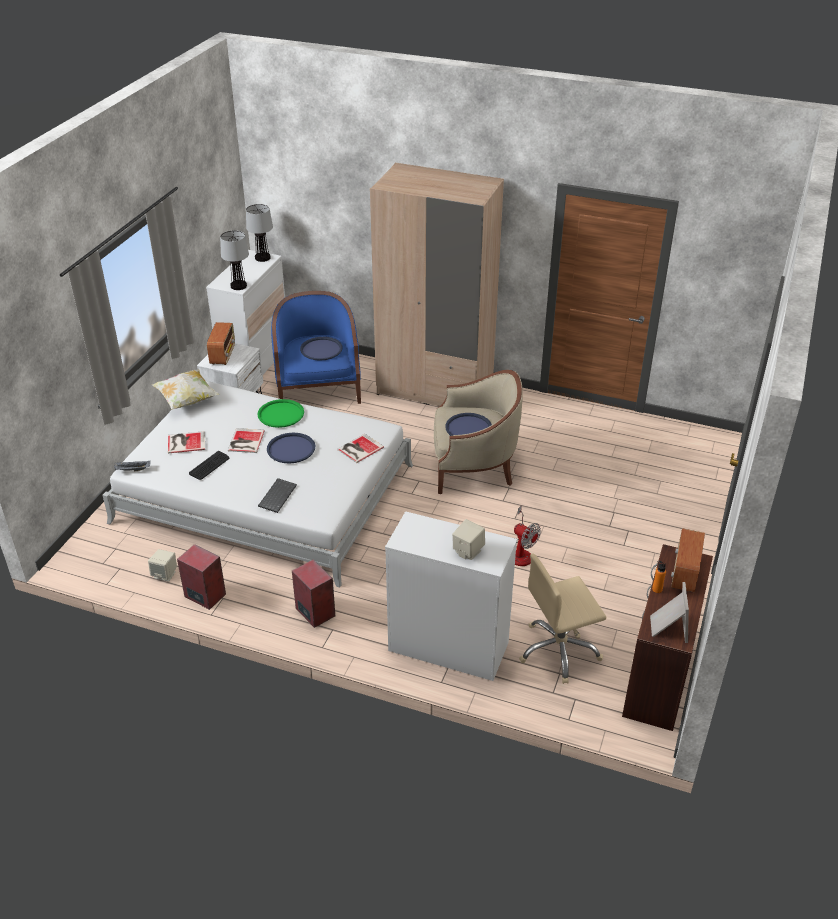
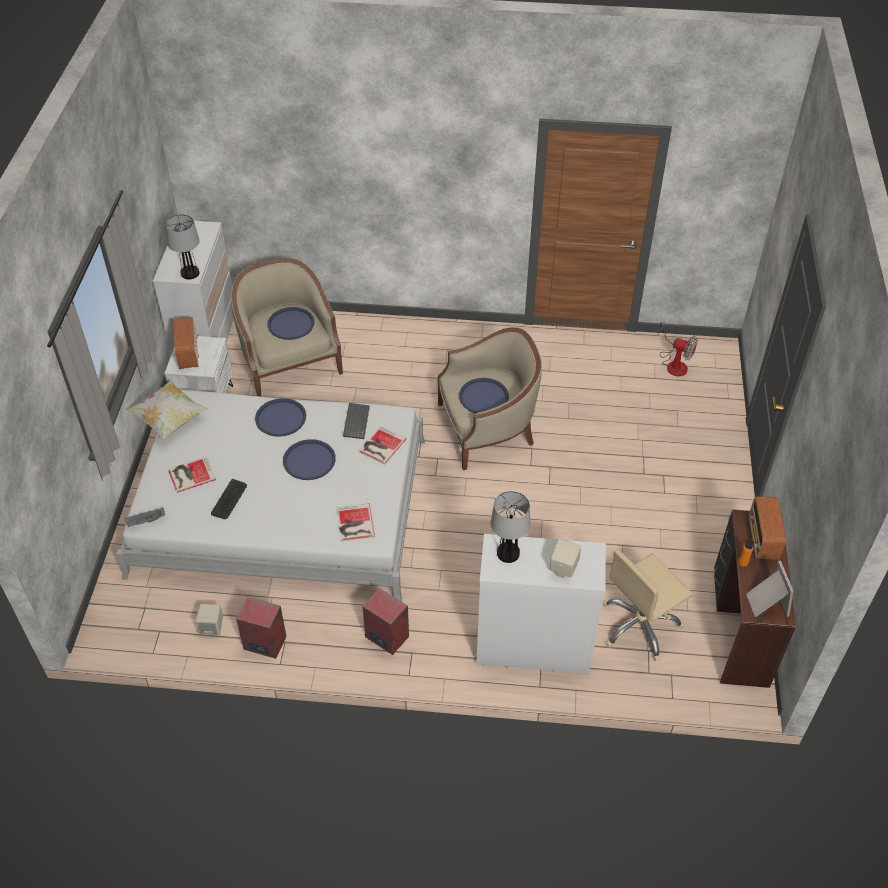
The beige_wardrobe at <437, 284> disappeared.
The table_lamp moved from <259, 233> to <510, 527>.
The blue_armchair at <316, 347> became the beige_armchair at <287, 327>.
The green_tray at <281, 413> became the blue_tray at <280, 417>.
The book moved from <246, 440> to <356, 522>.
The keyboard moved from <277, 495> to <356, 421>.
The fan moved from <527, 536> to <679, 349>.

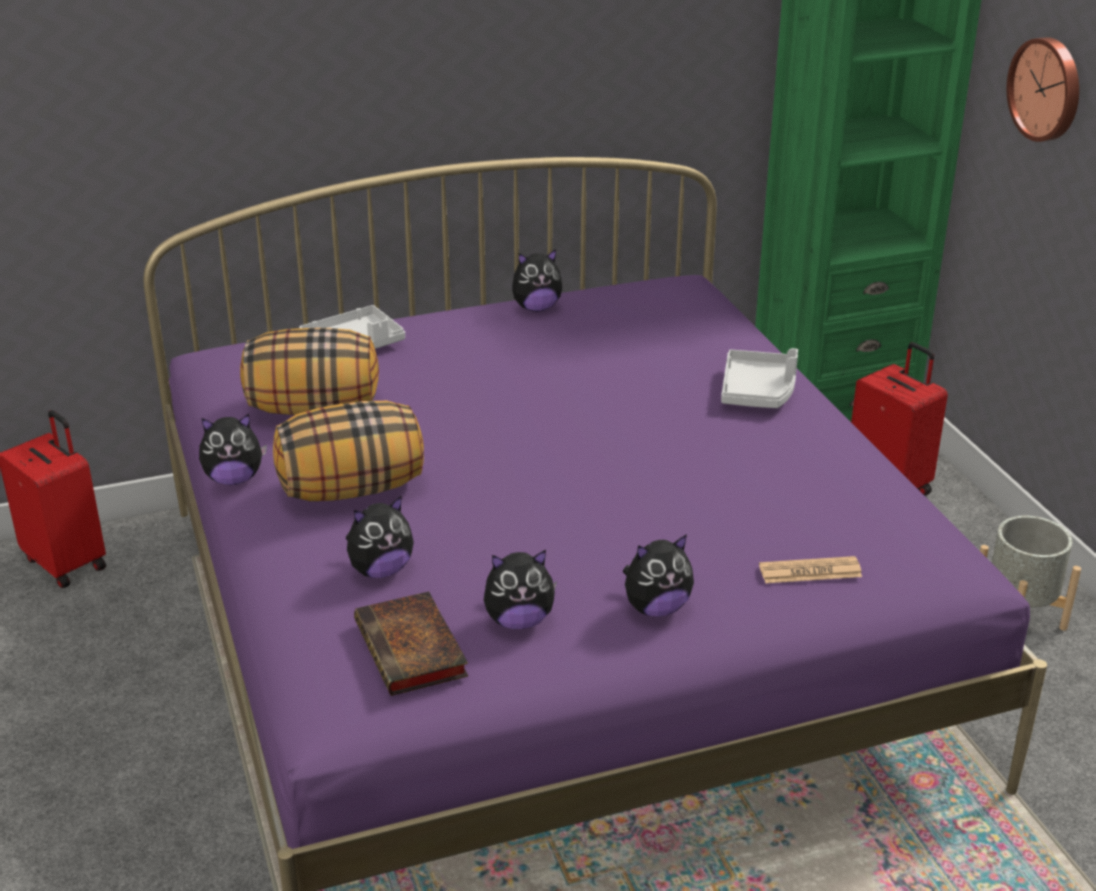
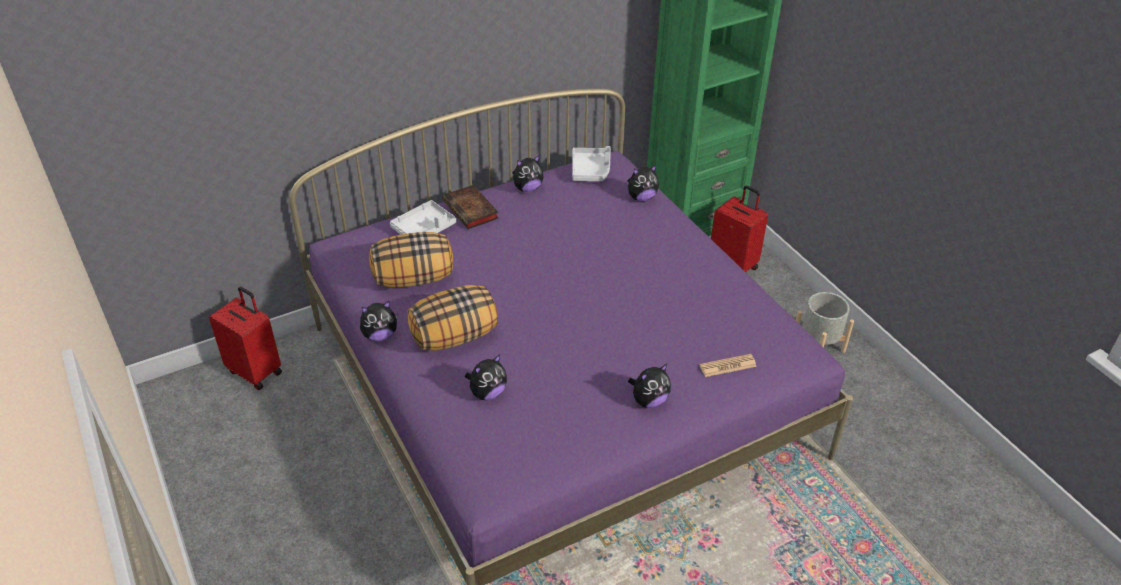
The wall_clock at <1043, 89> disappeared.
The grey_tray moved from <759, 378> to <591, 163>.
The plush_toy moved from <520, 589> to <643, 183>.
The book moved from <411, 643> to <471, 207>.

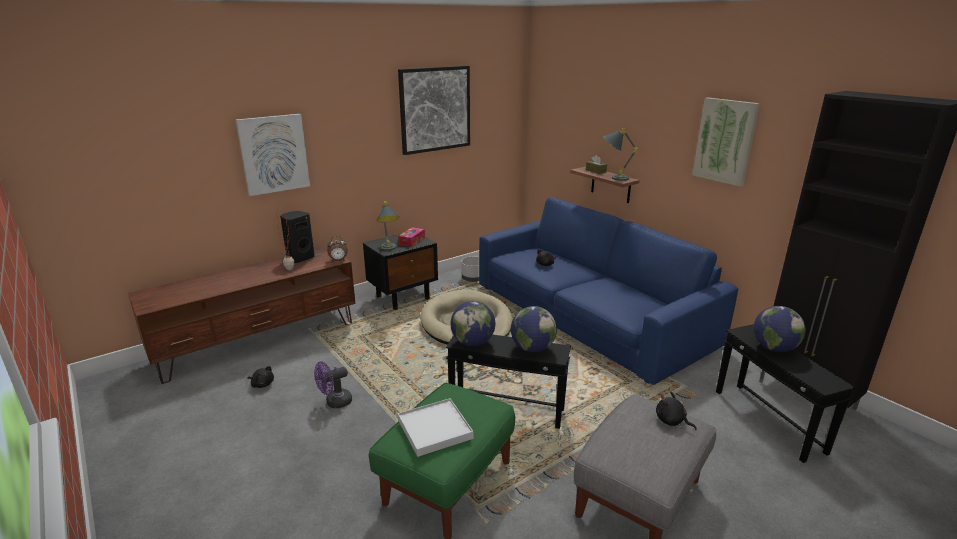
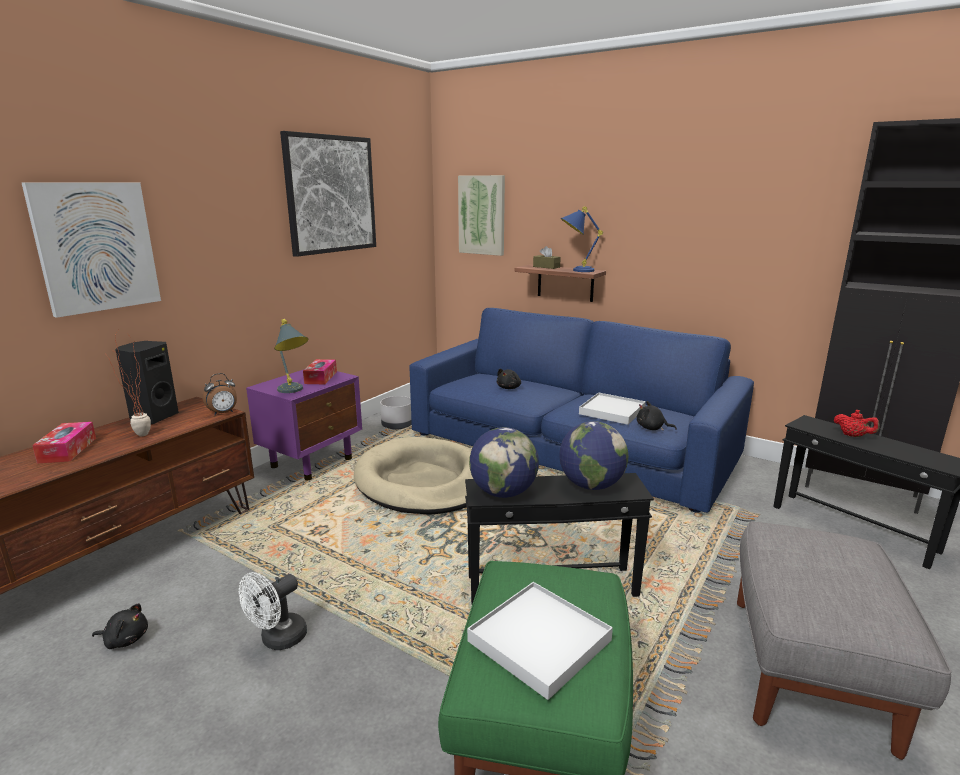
The picture moved from <726, 142> to <481, 215>.
The grey_table_lamp at <620, 154> became the blue_table_lamp at <582, 239>.
The black_nightstand at <400, 272> became the purple_nightstand at <304, 425>.
The globe at <779, 329> was replaced by the red_teapot at <856, 423>.
The purple_fan at <333, 384> became the white_fan at <272, 611>.
The black_plush_toy moved from <676, 410> to <656, 416>.
The white_tray at <612, 408> appeared.
The tissue_box at <64, 442> appeared.

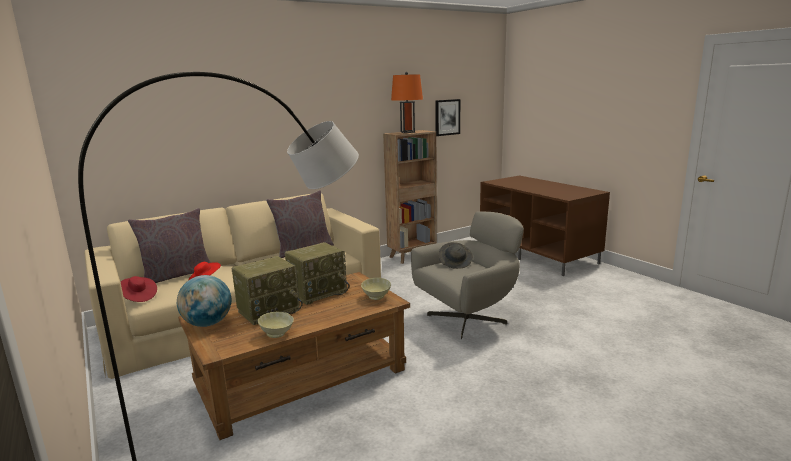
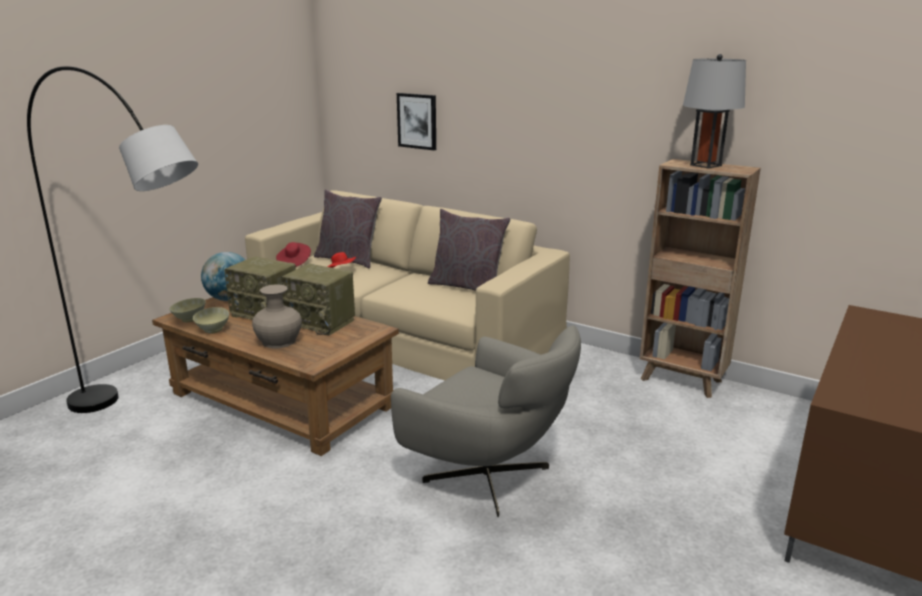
The orange_table_lamp at <407, 102> became the grey_table_lamp at <714, 111>.
The picture moved from <447, 117> to <416, 121>.
The grey_hat at <455, 255> disappeared.
The beige_bowl moved from <376, 289> to <187, 310>.
The beige_vase at <277, 316> appeared.

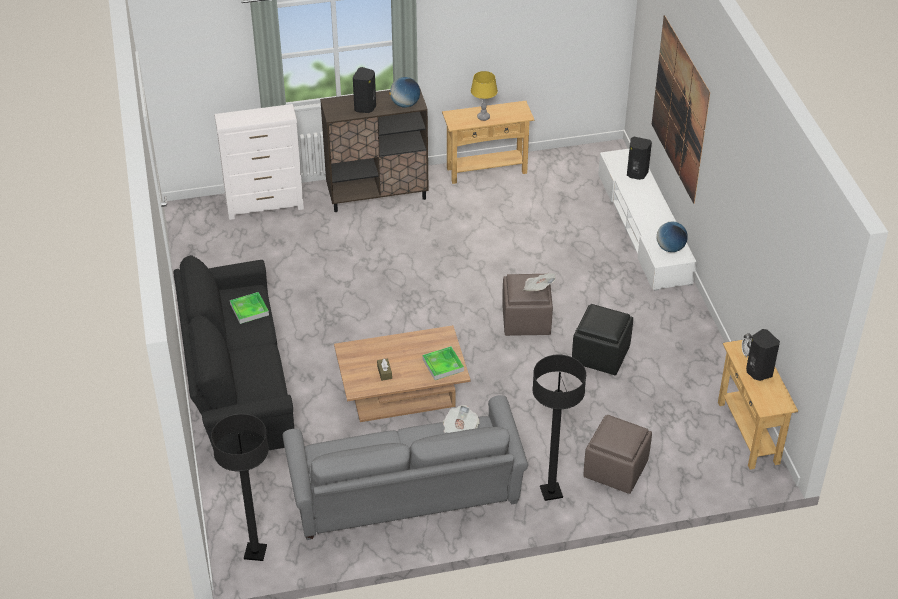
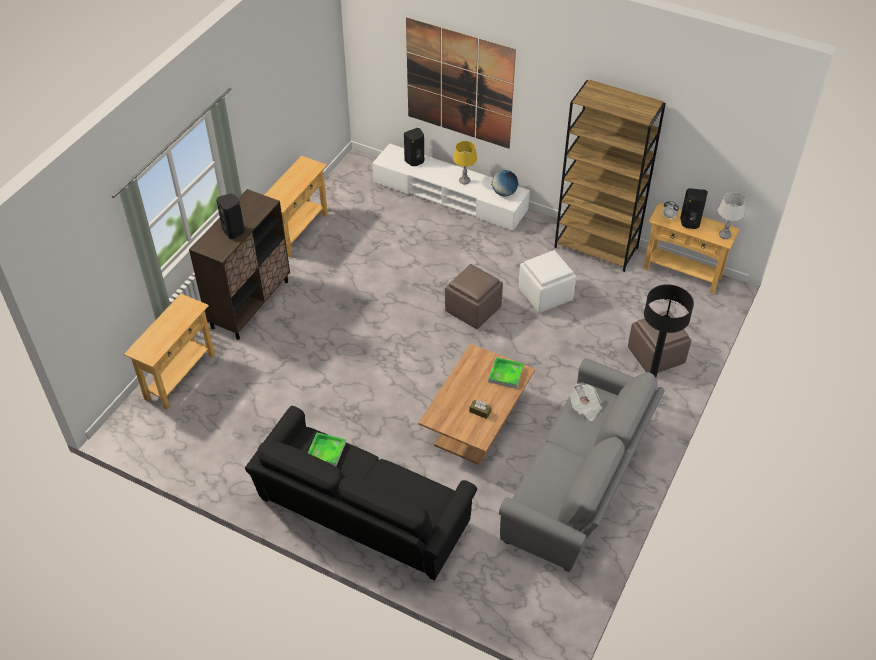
The yellow_table_lamp moved from <484, 96> to <465, 163>.
The globe at <404, 92> disappeared.
The white_dresser at <259, 162> was replaced by the beige_console_table at <169, 352>.
The newspaper at <539, 282> disappeared.
The black_ottoman at <602, 339> became the white_ottoman at <547, 281>.
The black_floor_lamp at <240, 487> disappeared.
The brown_bookcase at <610, 176> appeared.
The grey_table_lamp at <732, 215> appeared.

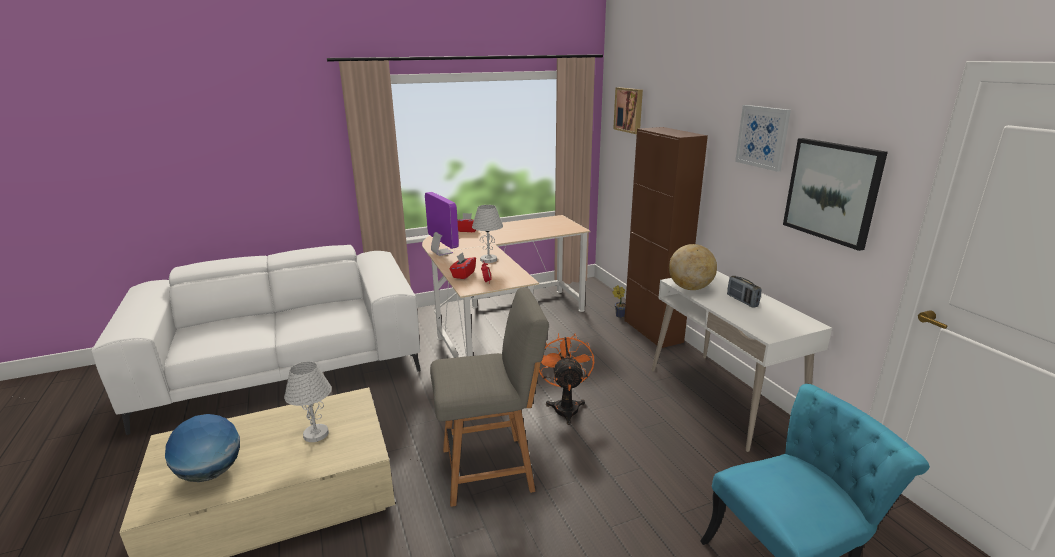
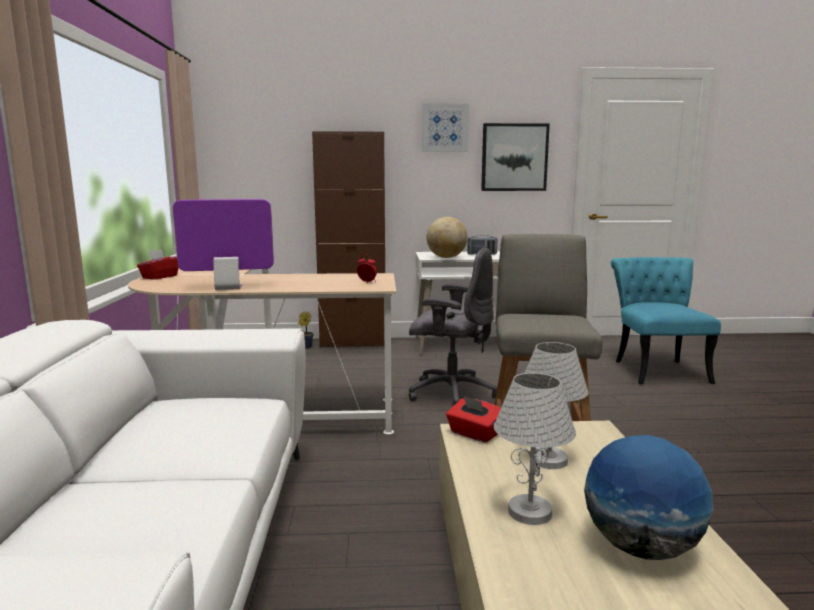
The picture at <628, 110> disappeared.
The white_table_lamp moved from <487, 234> to <535, 449>.
The red_tissue_box moved from <463, 265> to <473, 419>.
The orange_fan at <566, 379> was replaced by the grey_office_chair at <453, 326>.

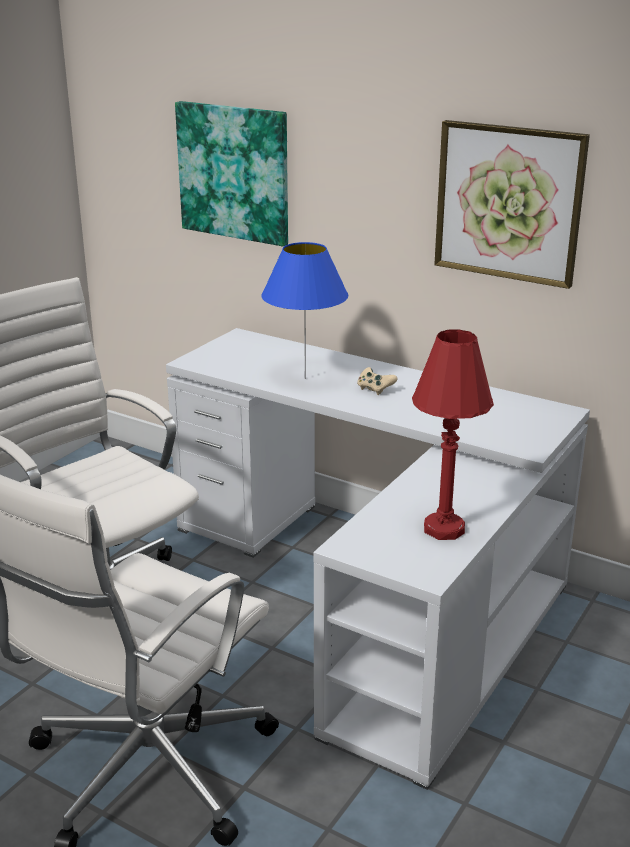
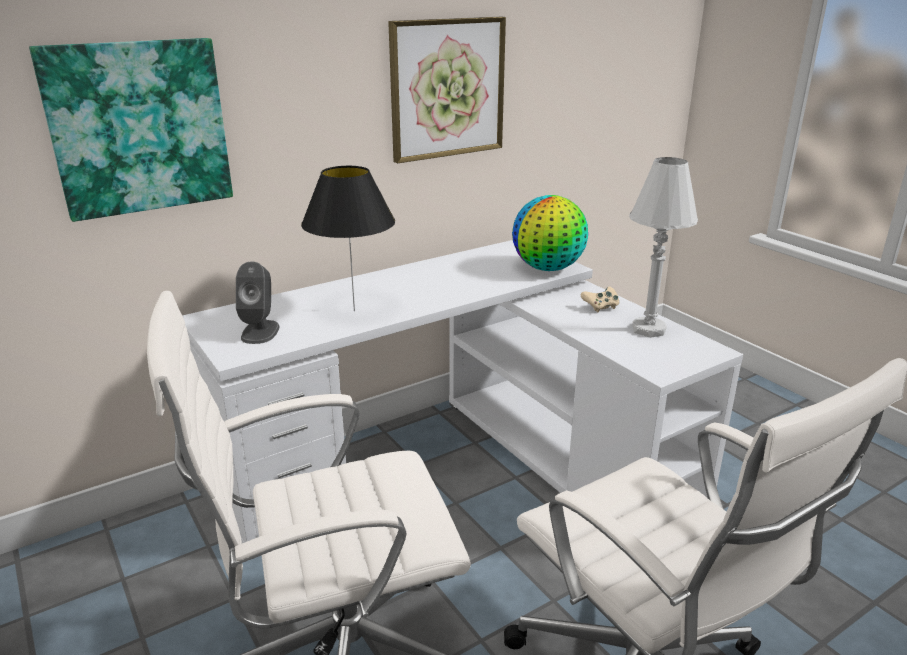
The blue_table_lamp at <304, 310> became the black_table_lamp at <348, 238>.
The red_table_lamp at <453, 434> became the white_table_lamp at <663, 247>.
The beige_game_controller moved from <377, 381> to <600, 300>.
The globe at <550, 233> appeared.
The grey_speaker at <258, 303> appeared.

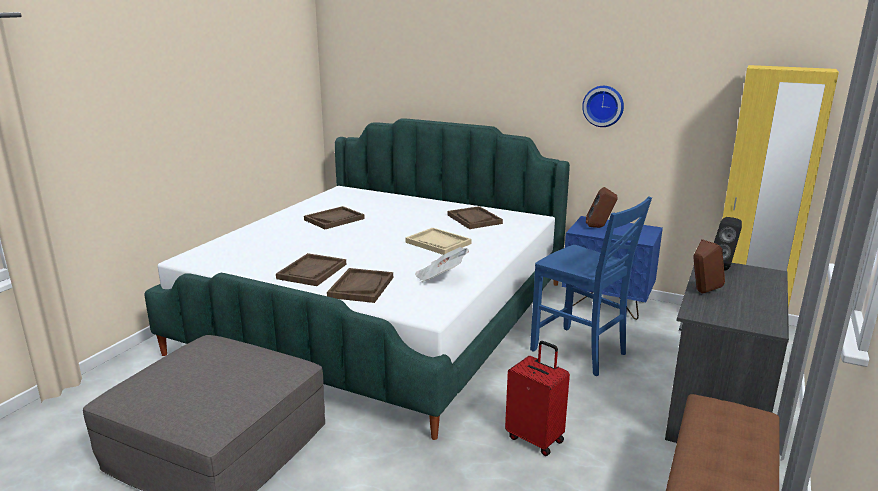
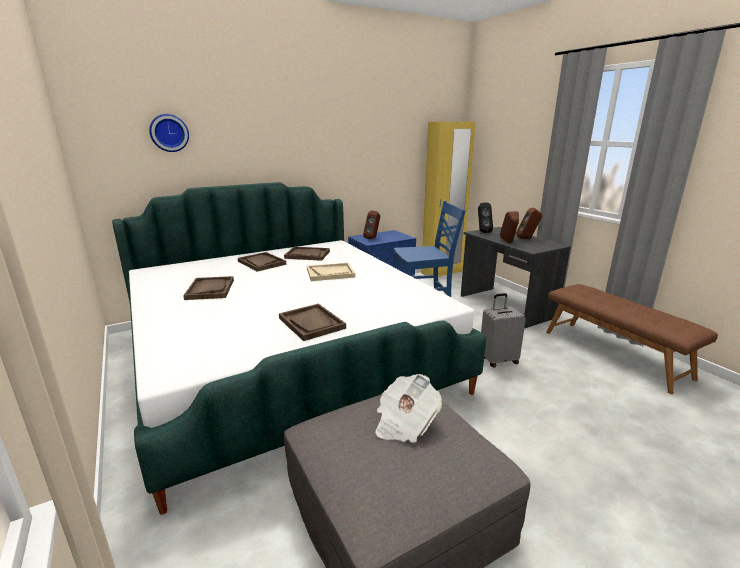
The wall_clock moved from <603, 106> to <169, 133>.
The newspaper moved from <442, 264> to <408, 408>.
The brown_tray moved from <360, 285> to <262, 262>.
The red_suitcase at <537, 398> became the grey_suitcase at <503, 330>.
The brown_speaker at <530, 223> appeared.

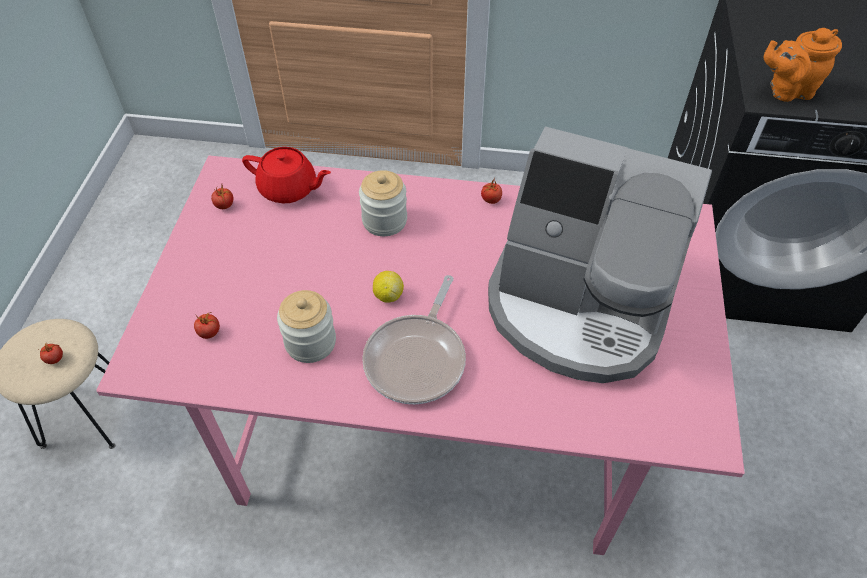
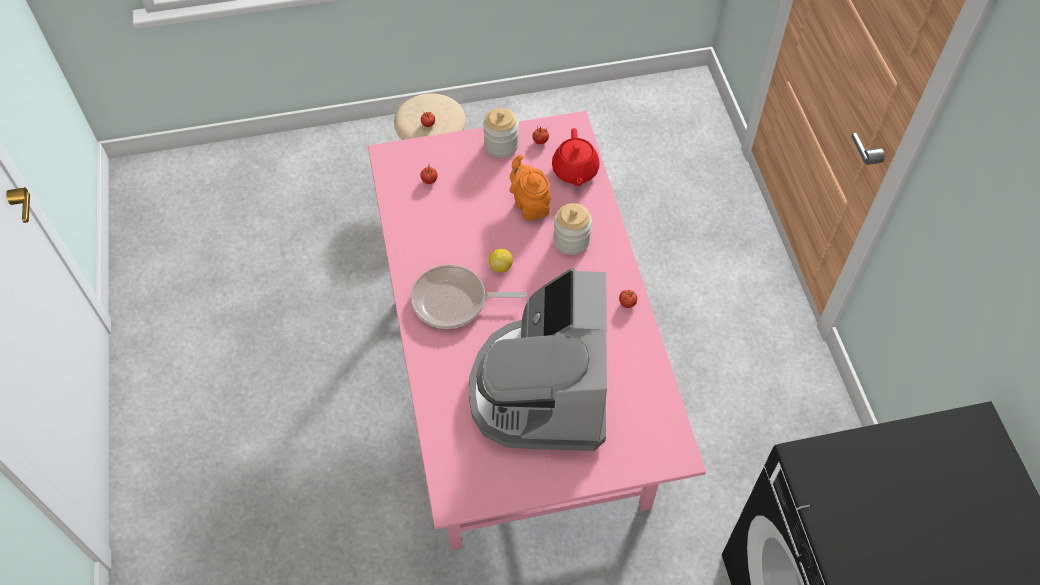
The orange_teapot moved from <803, 65> to <530, 187>.
The jar moved from <306, 326> to <501, 132>.

